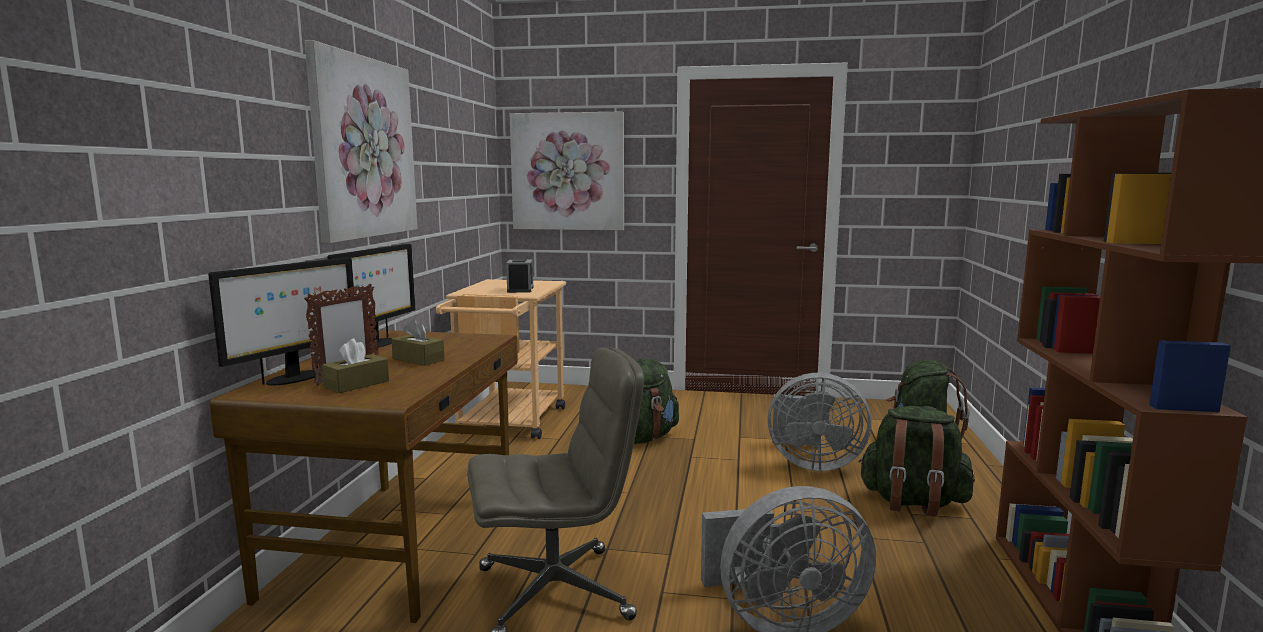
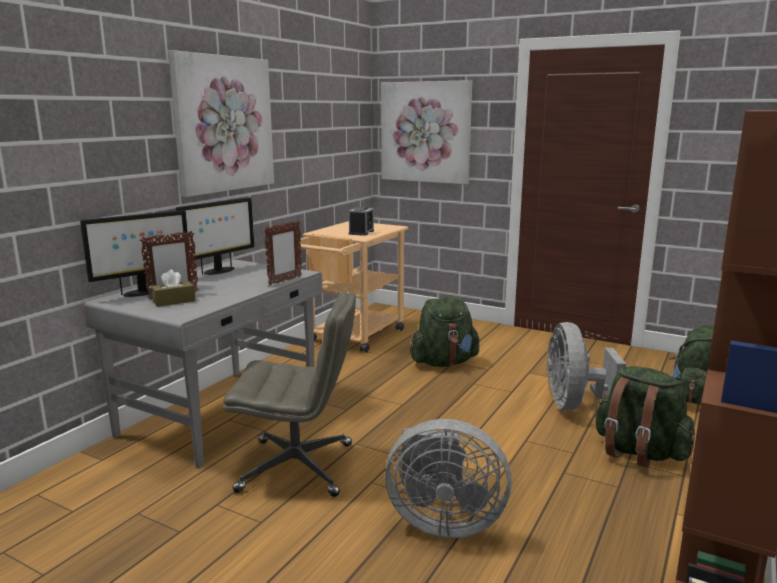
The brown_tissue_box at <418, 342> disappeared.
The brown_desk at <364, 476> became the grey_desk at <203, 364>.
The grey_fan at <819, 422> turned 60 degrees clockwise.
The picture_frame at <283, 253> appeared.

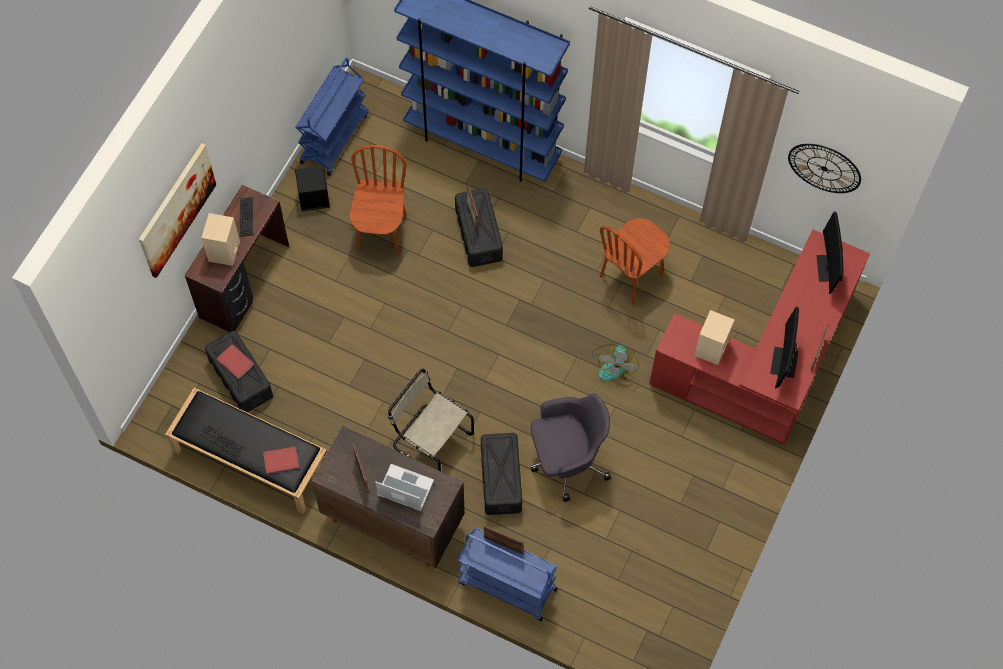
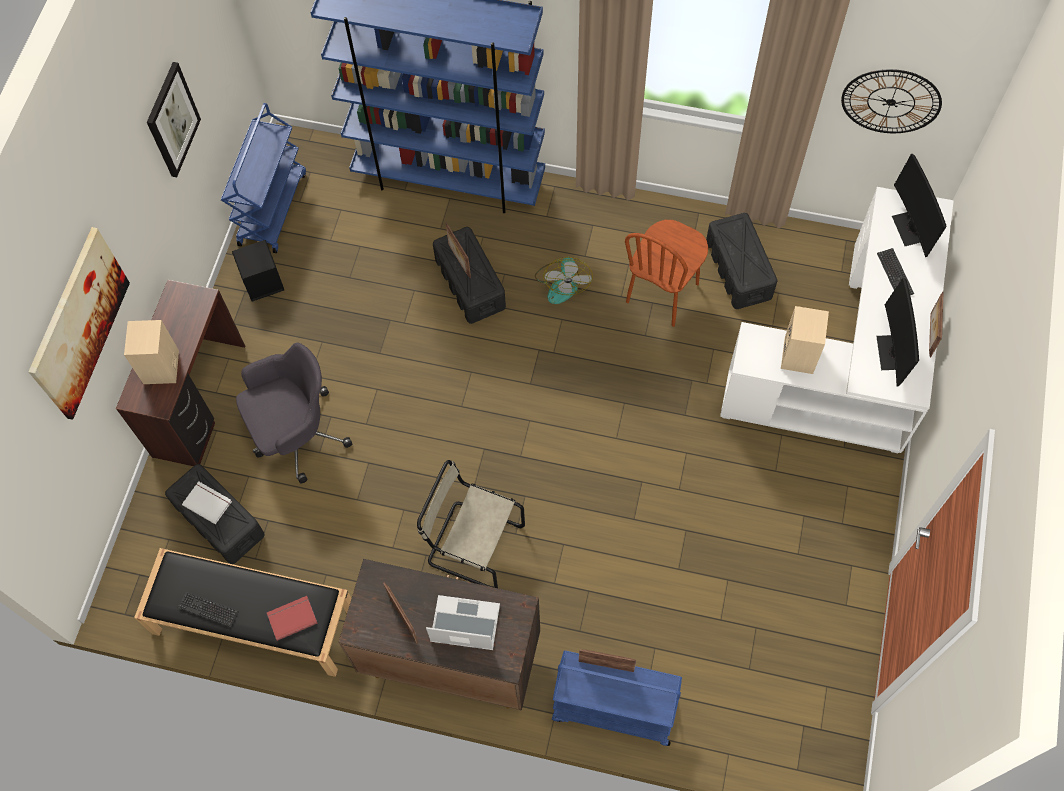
The brown_chair at <378, 200> disappeared.
The keyboard moved from <246, 217> to <895, 272>.
The red_desk at <759, 336> became the white_desk at <837, 320>.
The red_book at <235, 361> became the white_book at <207, 502>.
The fan moved from <615, 362> to <564, 280>.
The grey_office_chair moved from <570, 448> to <294, 413>.
The black_storage_box moved from <501, 474> to <741, 261>.
The picture at <174, 119> appeared.

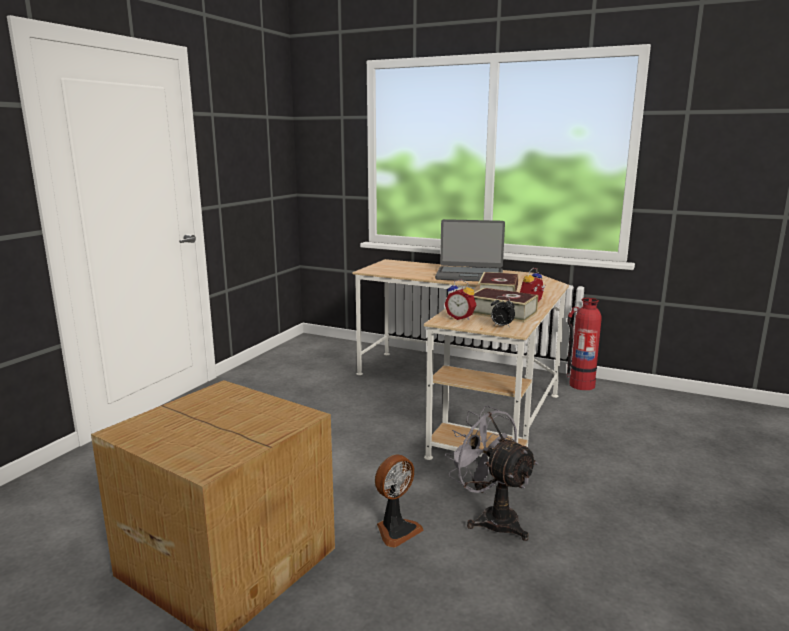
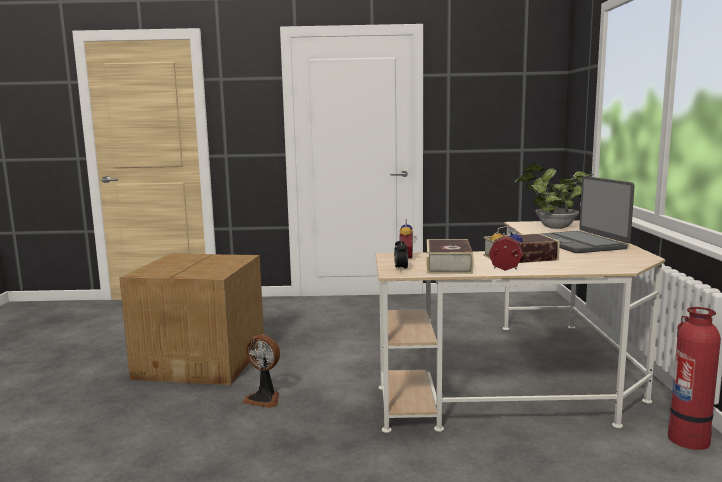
The grey_fan at <491, 473> disappeared.
The potted_plant at <553, 196> appeared.

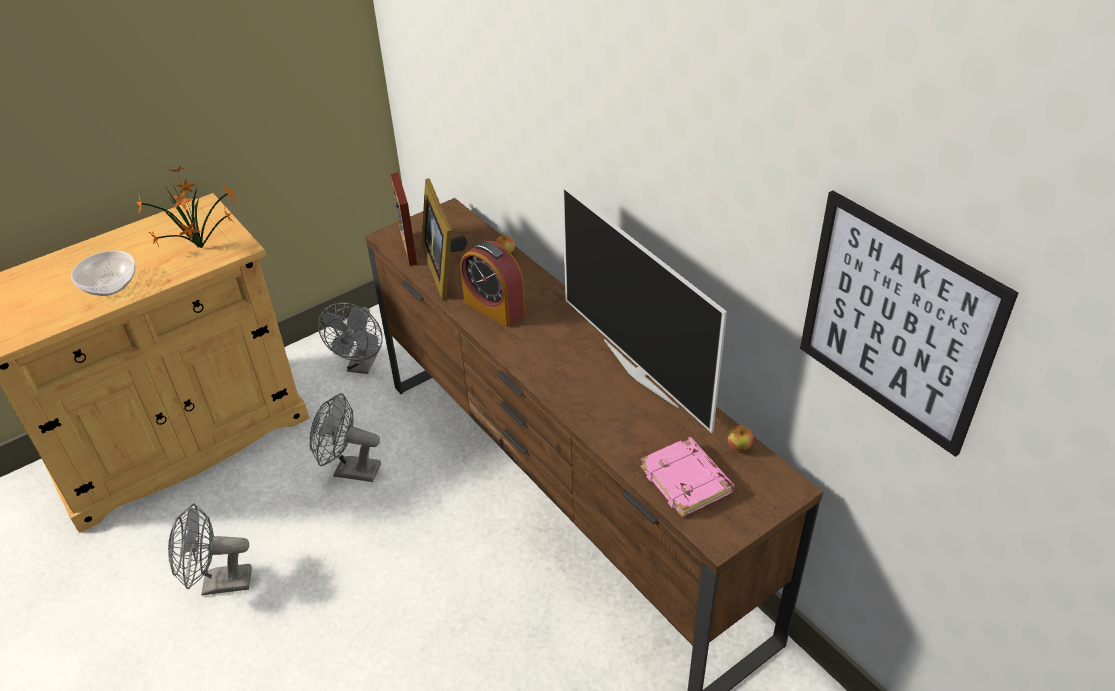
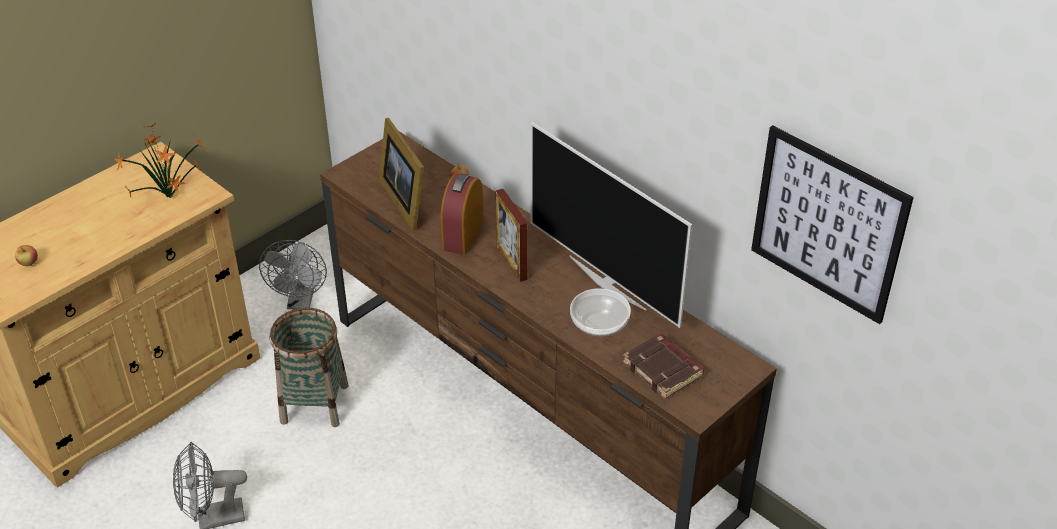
The picture_frame moved from <404, 219> to <512, 235>.
The alarm_clock at <492, 284> turned 75 degrees clockwise.
The bowl moved from <103, 273> to <600, 312>.
The grey_fan at <345, 437> was replaced by the basket at <309, 367>.
The apple moved from <741, 438> to <26, 255>.
The pink_book at <687, 477> became the brown_book at <664, 366>.

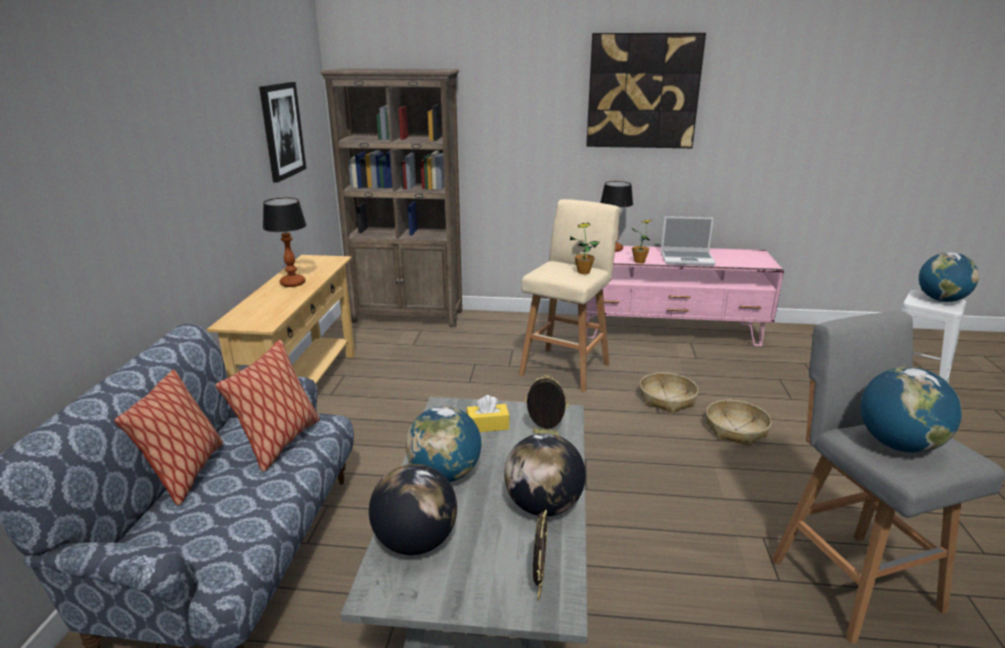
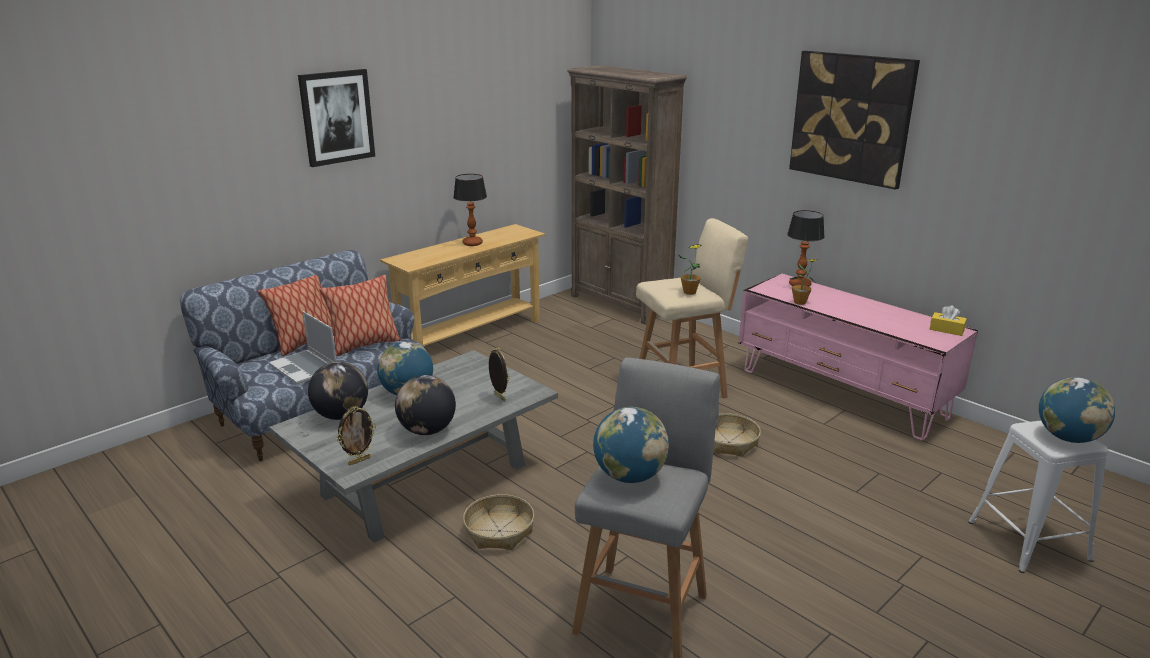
The picture moved from <282, 132> to <336, 118>.
The laptop moved from <688, 241> to <303, 347>.
The yellow_tissue_box moved from <488, 413> to <948, 320>.
The basket moved from <739, 423> to <498, 522>.

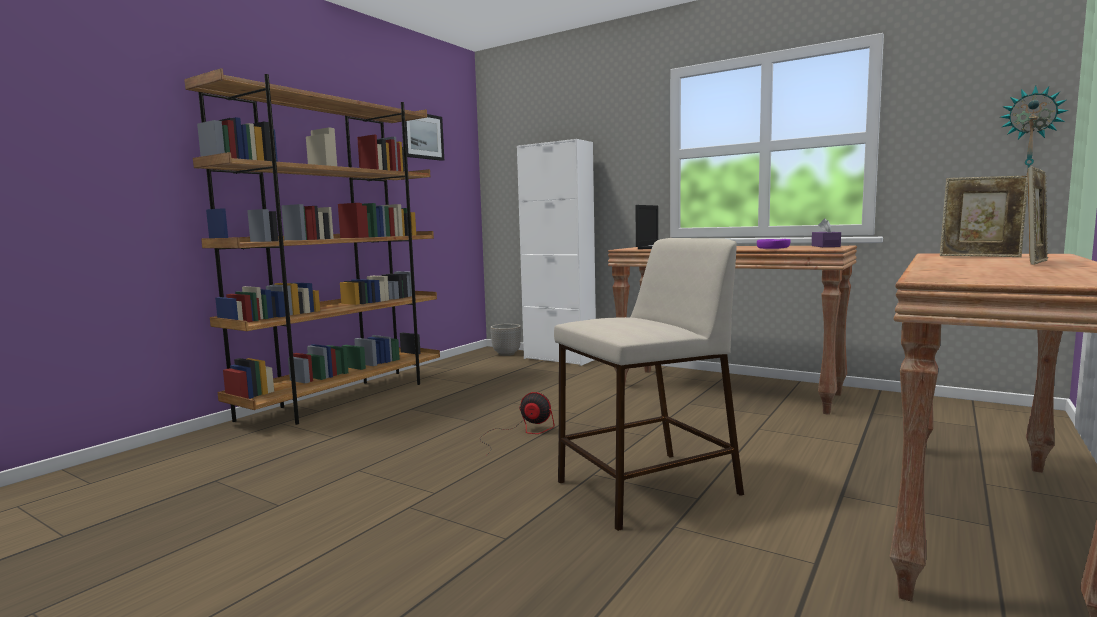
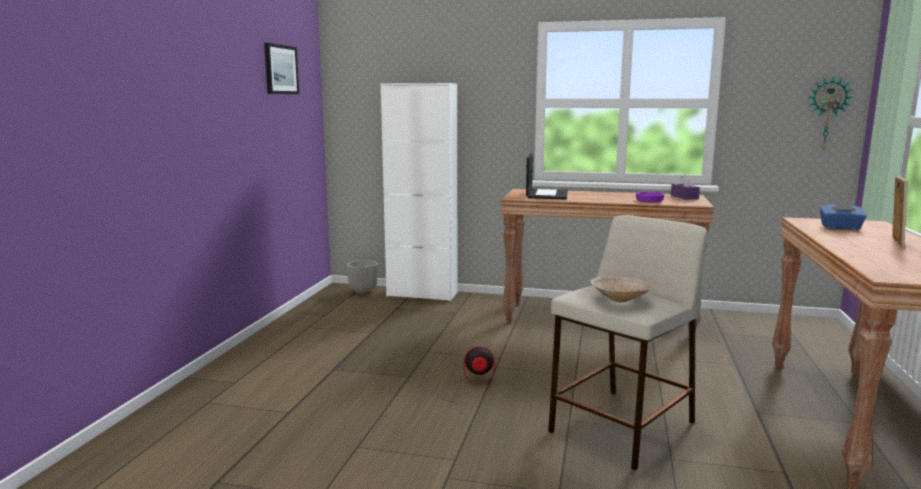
The brown_bookcase at <312, 246> disappeared.
The picture_frame at <984, 216> was replaced by the blue_tissue_box at <843, 214>.
The beige_bowl at <621, 289> appeared.

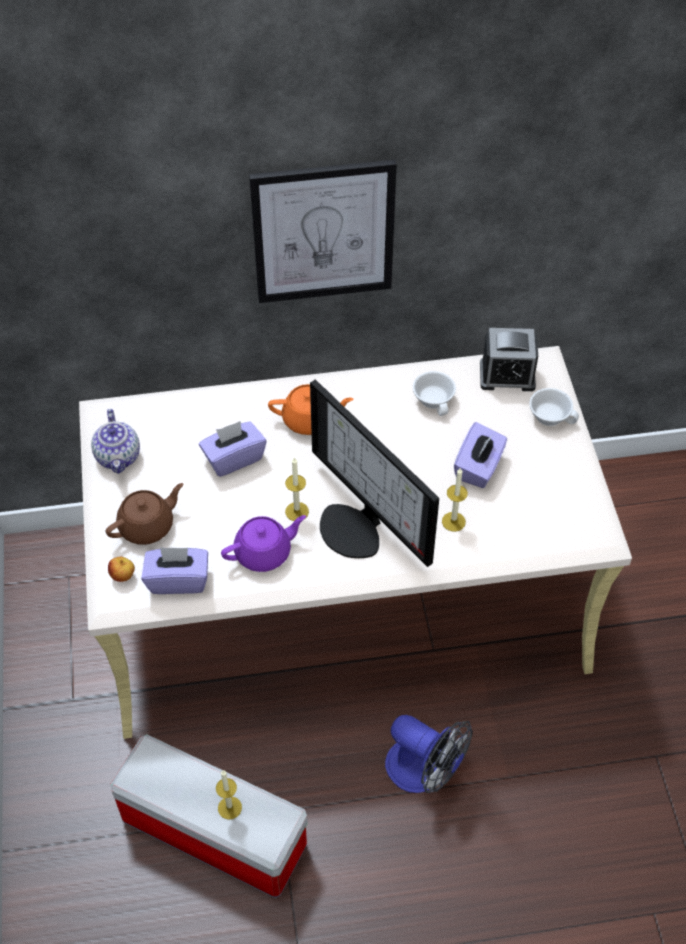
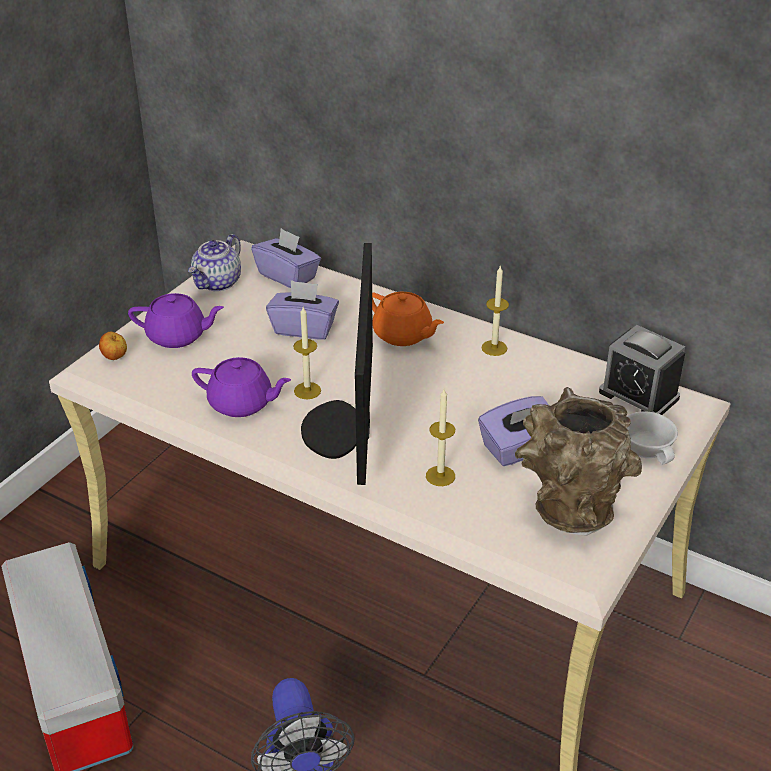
The picture at <323, 231> disappeared.
The white_cup at <434, 393> disappeared.
The brown_teapot at <145, 514> became the purple_teapot at <176, 320>.
The purple_tissue_box moved from <175, 570> to <286, 258>.
The candle moved from <229, 795> to <495, 310>.
The brown_vase at <578, 461> appeared.

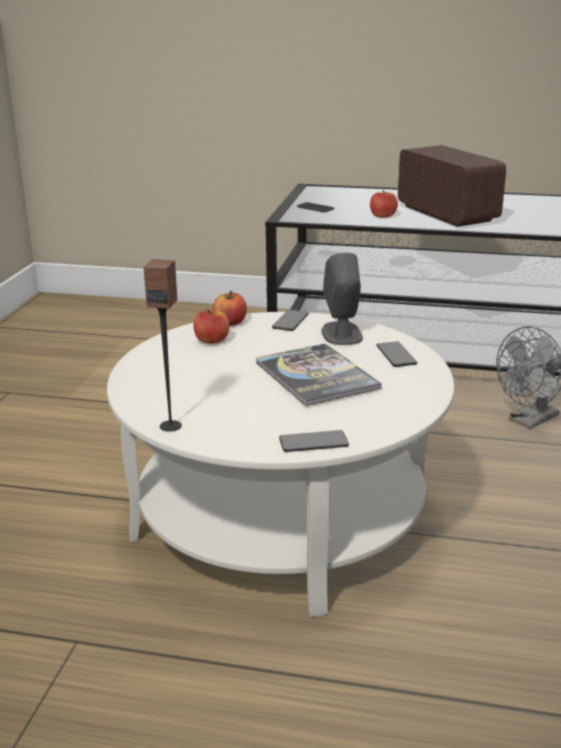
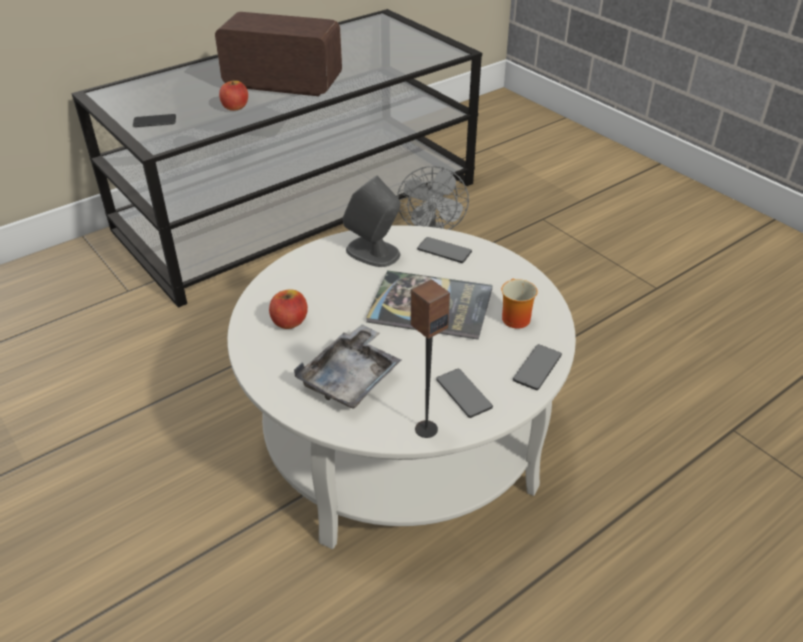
The apple at <230, 308> disappeared.
The phone moved from <290, 320> to <464, 393>.
The mug at <519, 304> appeared.
The grey_tray at <347, 366> appeared.

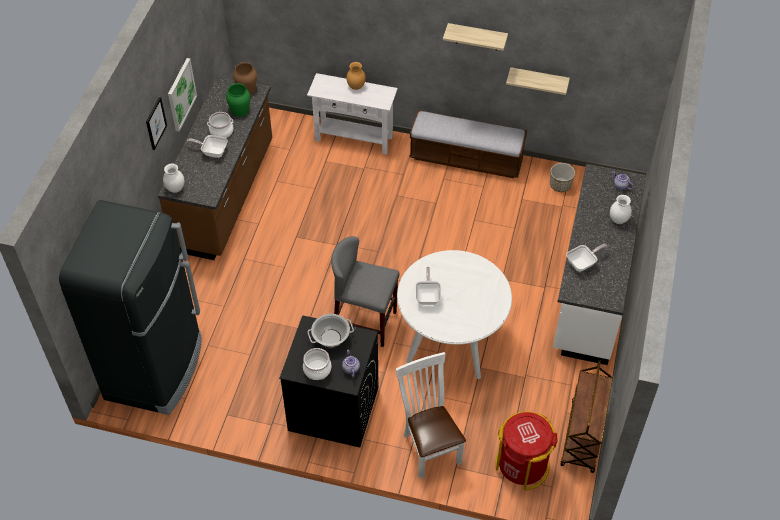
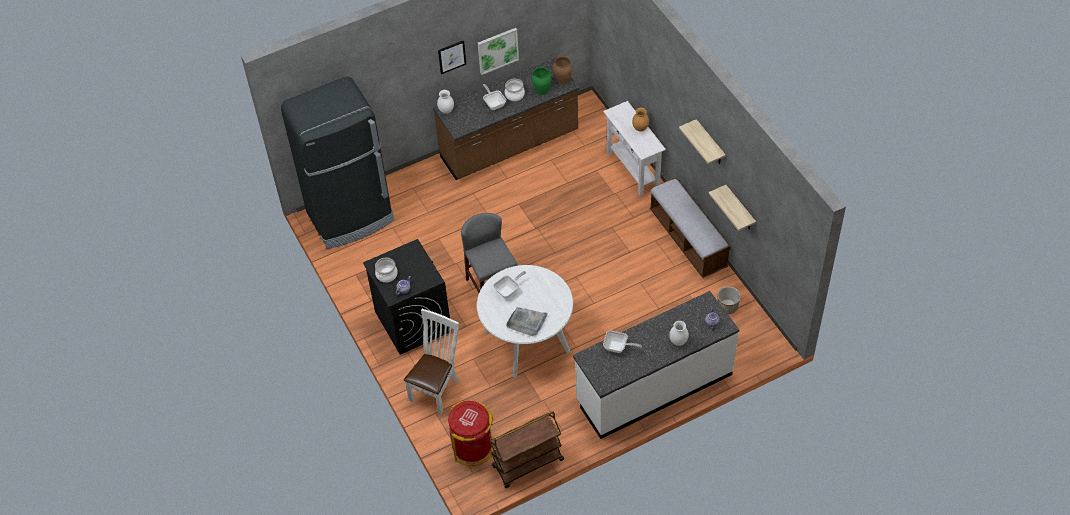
The cooking_pot at <330, 330> disappeared.
The grey_tray at <527, 321> appeared.

